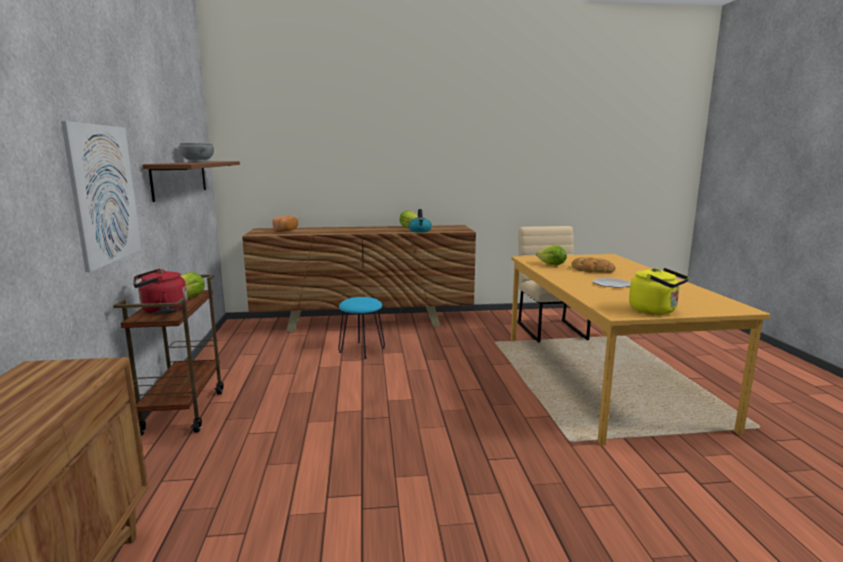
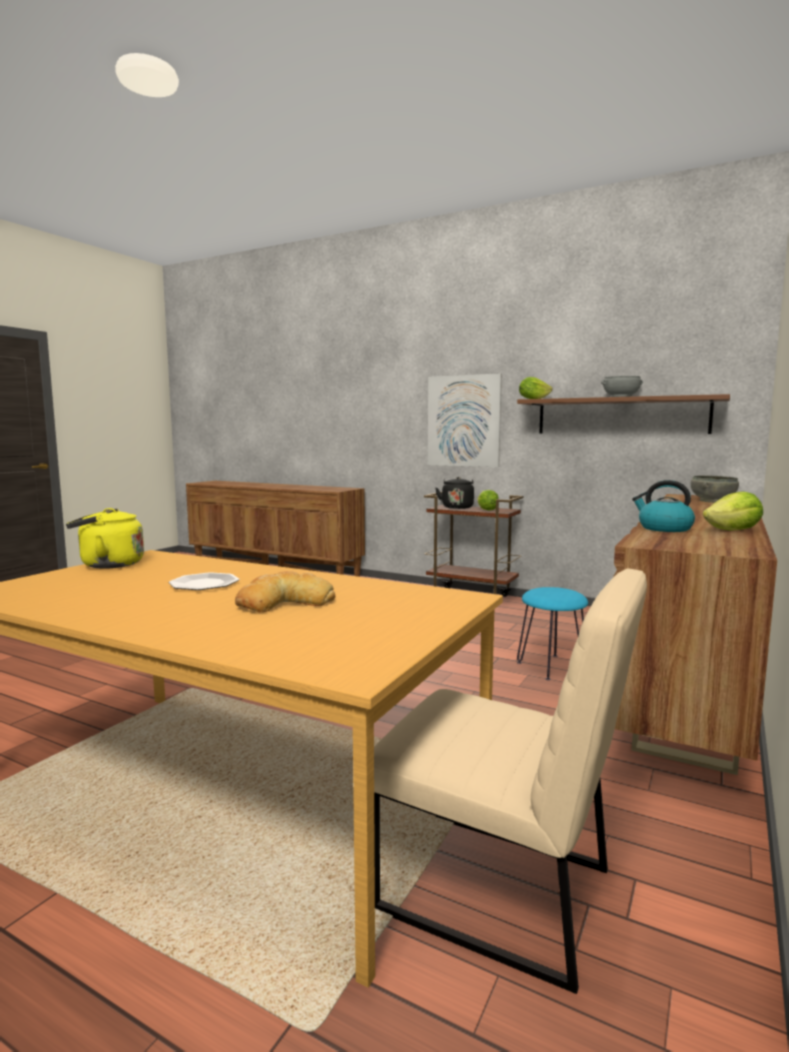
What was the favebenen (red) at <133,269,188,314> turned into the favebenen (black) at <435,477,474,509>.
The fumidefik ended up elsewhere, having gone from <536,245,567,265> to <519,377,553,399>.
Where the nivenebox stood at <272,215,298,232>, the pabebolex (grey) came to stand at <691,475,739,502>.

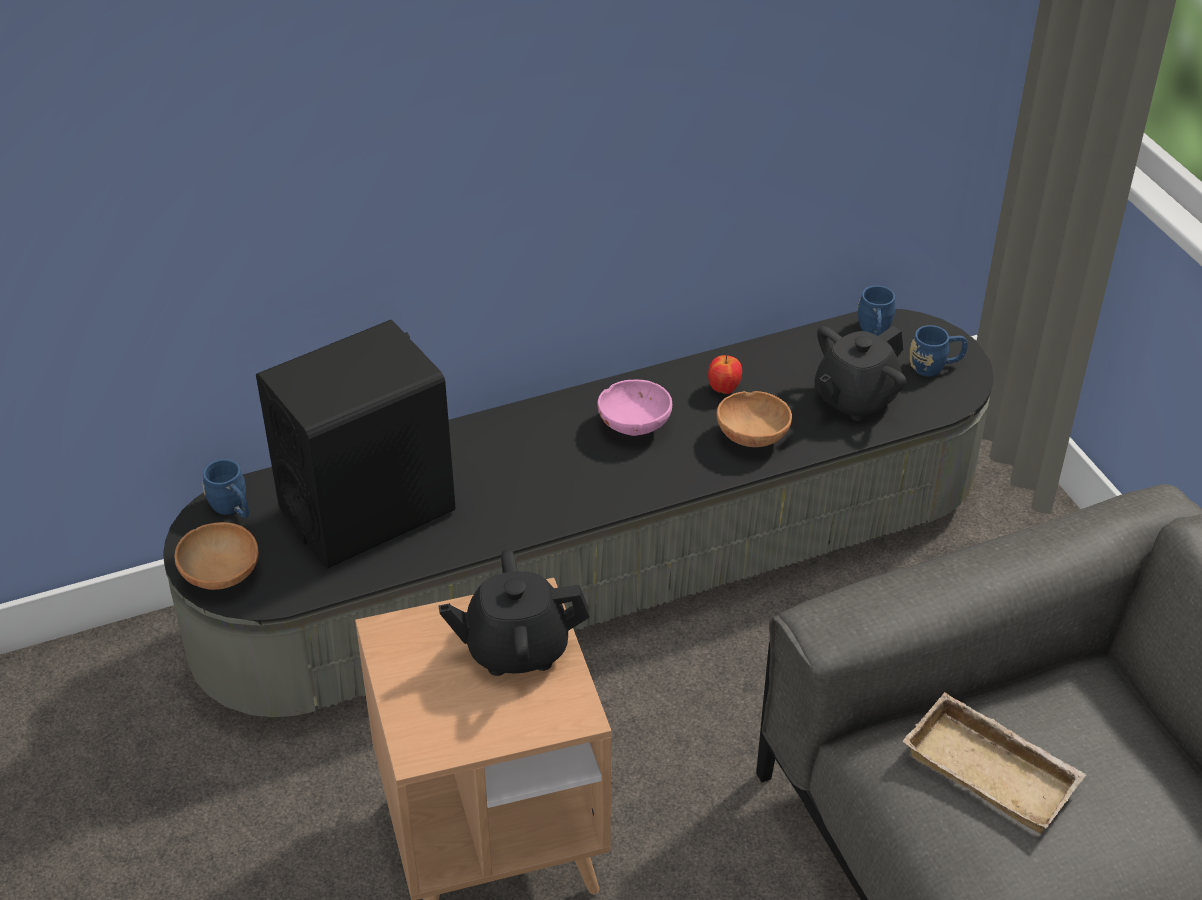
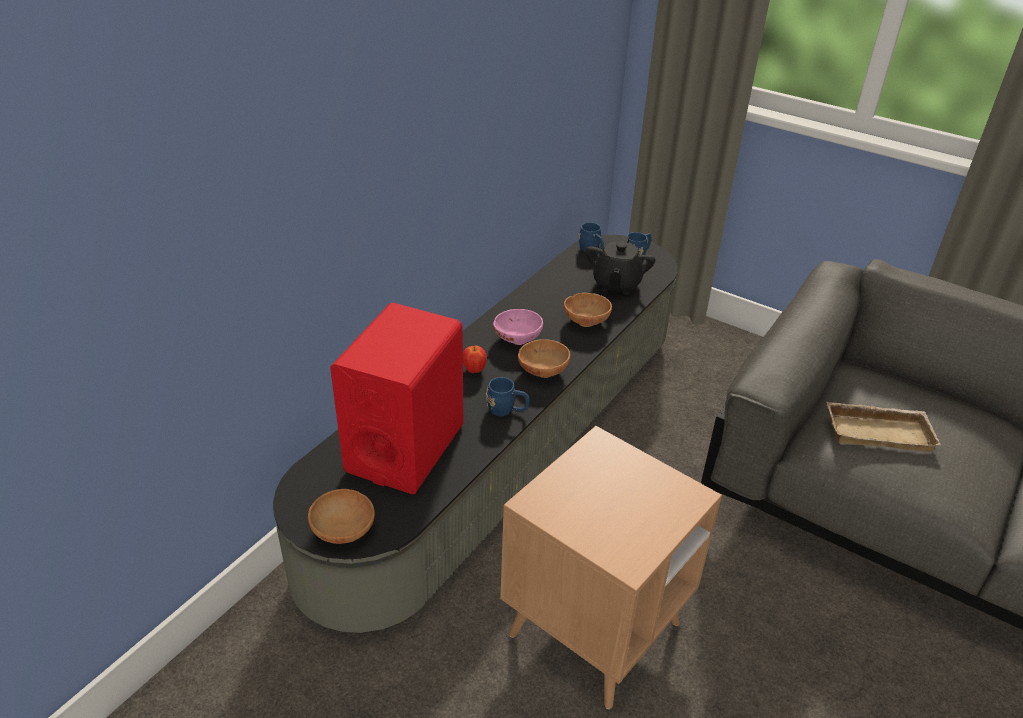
What was the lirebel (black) at <256,320,456,569> turned into the lirebel (red) at <330,302,464,494>.
The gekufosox ended up elsewhere, having gone from <708,355,742,394> to <463,345,487,373>.
The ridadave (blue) ended up elsewhere, having gone from <202,459,249,518> to <486,377,530,416>.
The second view gained the pabebolex (brown) at <518,339,570,378>.
The second view lost the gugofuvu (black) at <438,549,590,676>.

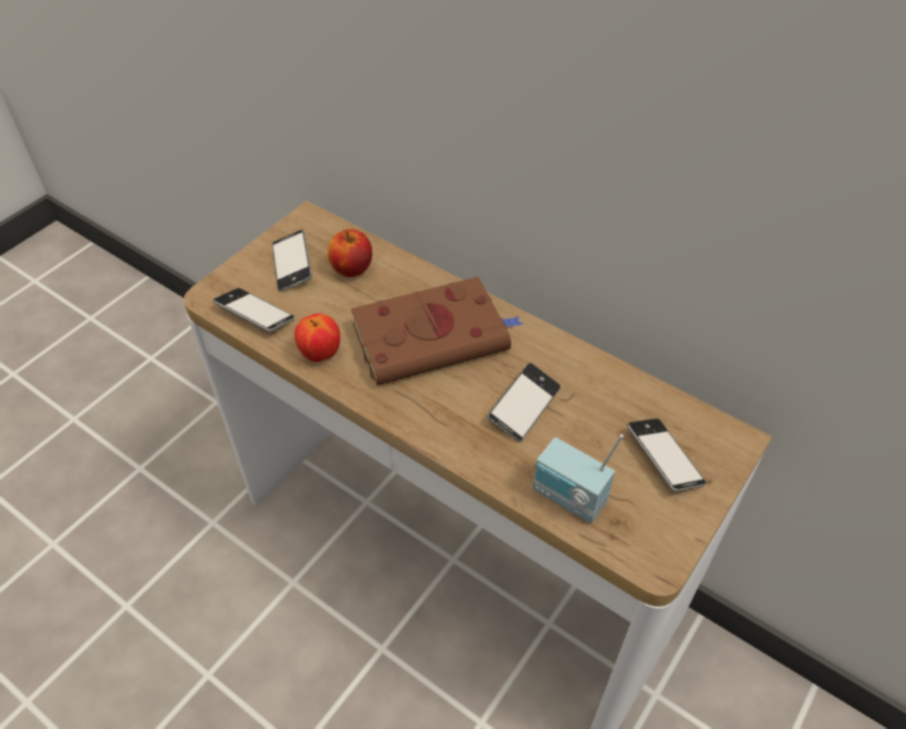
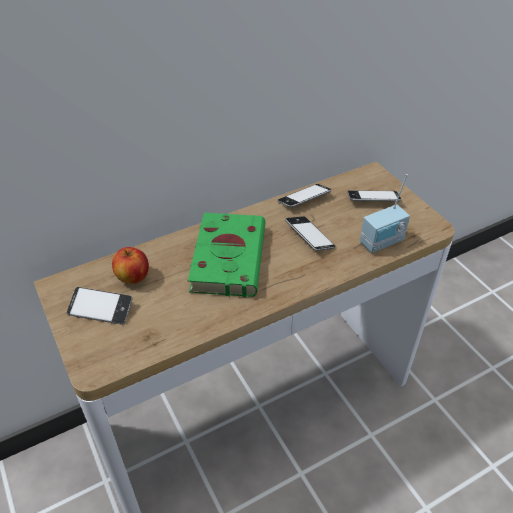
What was the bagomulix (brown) at <351,277,523,386> turned into the bagomulix (green) at <188,213,266,298>.
The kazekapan ended up elsewhere, having gone from <213,288,294,332> to <278,184,331,208>.
The second view lost the gekufosox at <294,313,340,362>.

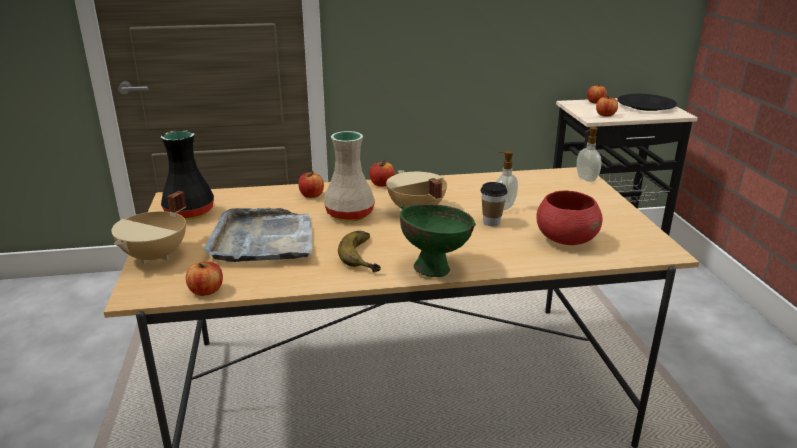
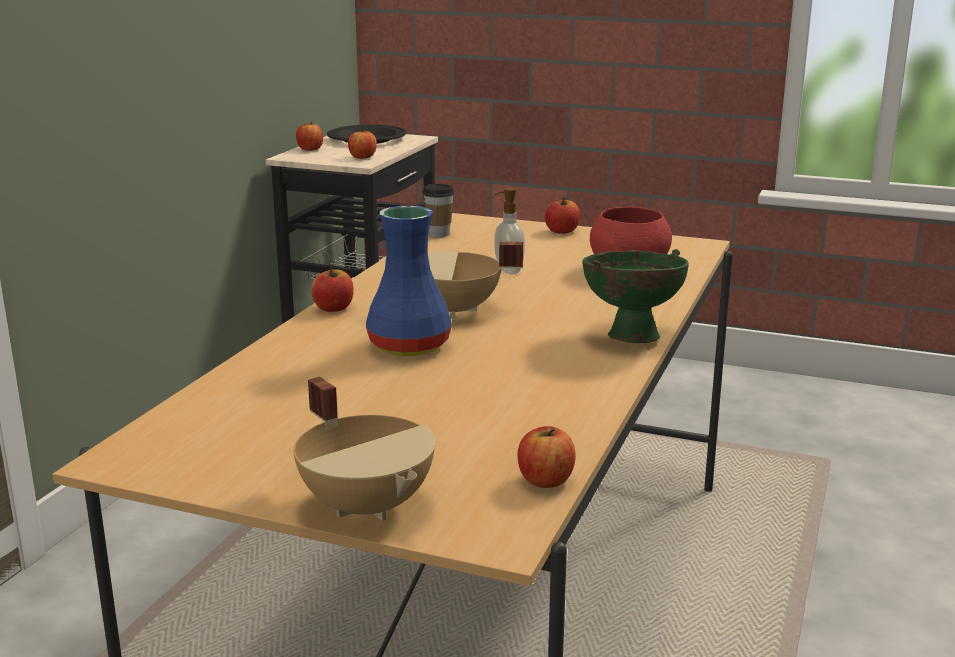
What was the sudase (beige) at <324,131,375,222> turned into the sudase (blue) at <366,206,452,356>.
The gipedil ended up elsewhere, having gone from <480,182,508,226> to <422,184,455,237>.
The gekufosox ended up elsewhere, having gone from <298,171,324,198> to <545,197,580,234>.
The second view lost the sudase (black) at <161,130,214,220>.
The second view lost the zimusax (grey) at <203,208,312,262>.
The second view lost the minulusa at <338,231,381,272>.
The second view lost the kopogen at <577,127,601,182>.

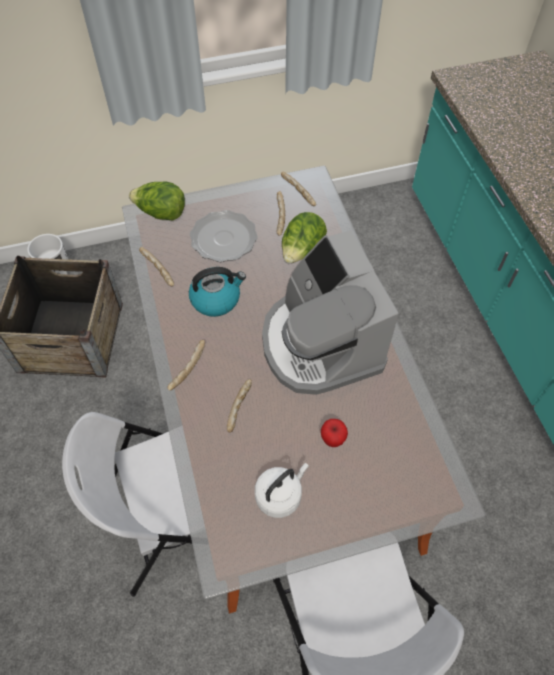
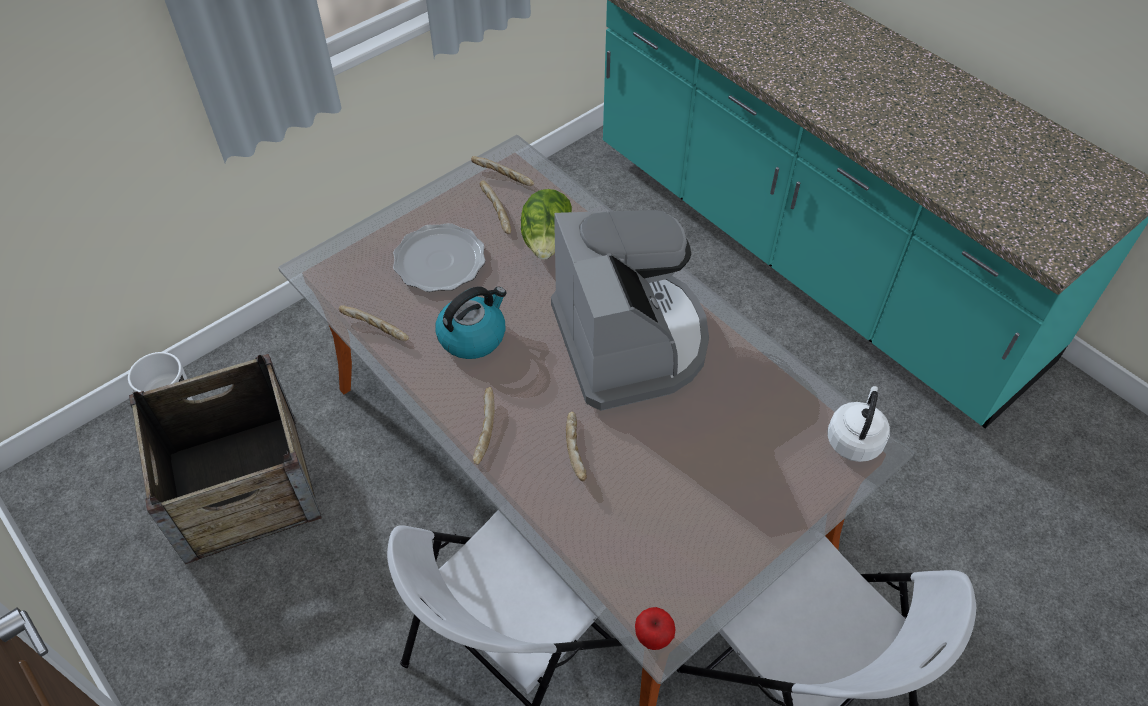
The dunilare at <262,230,399,395> ended up facing another way, 150 degrees counterclockwise from before.
The gekufosox ended up elsewhere, having gone from <321,419,348,447> to <635,607,676,650>.
The favebenen (white) ended up elsewhere, having gone from <255,463,309,518> to <827,386,890,462>.
The second view lost the fumidefik at <129,182,185,221>.

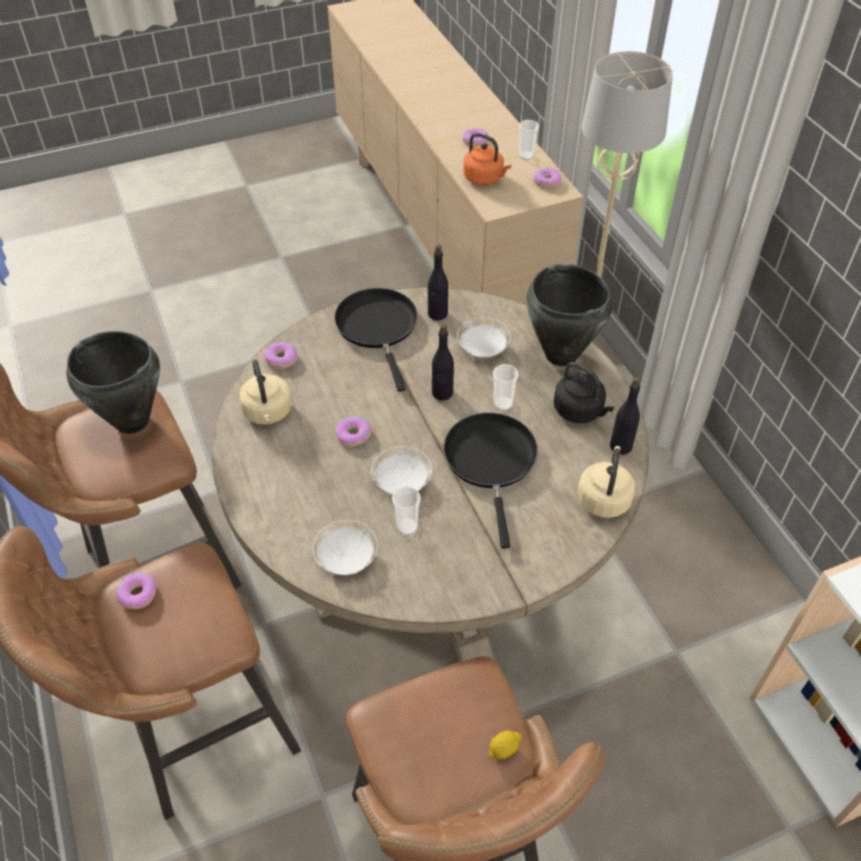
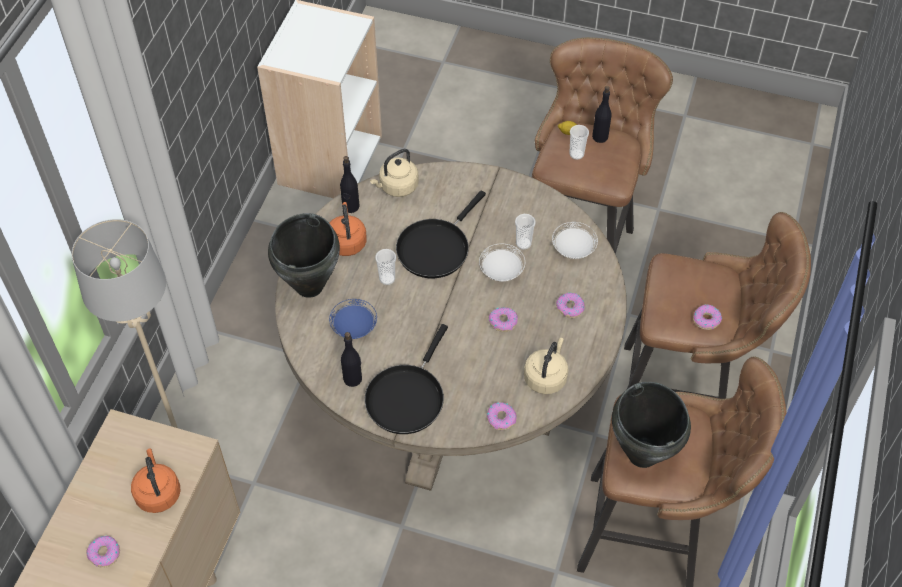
What was the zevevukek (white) at <457,318,511,357> turned into the zevevukek (blue) at <329,299,377,339>.
What was the favebenen (black) at <553,362,614,423> turned into the favebenen (orange) at <330,202,367,256>.
The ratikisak ended up elsewhere, having gone from <533,168,561,188> to <556,293,585,318>.
The gipedil ended up elsewhere, having gone from <519,120,539,160> to <569,125,589,160>.
The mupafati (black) ended up elsewhere, having gone from <432,324,454,401> to <592,86,612,143>.

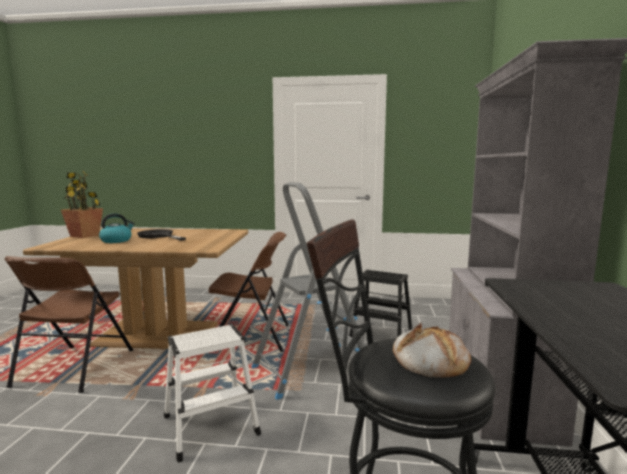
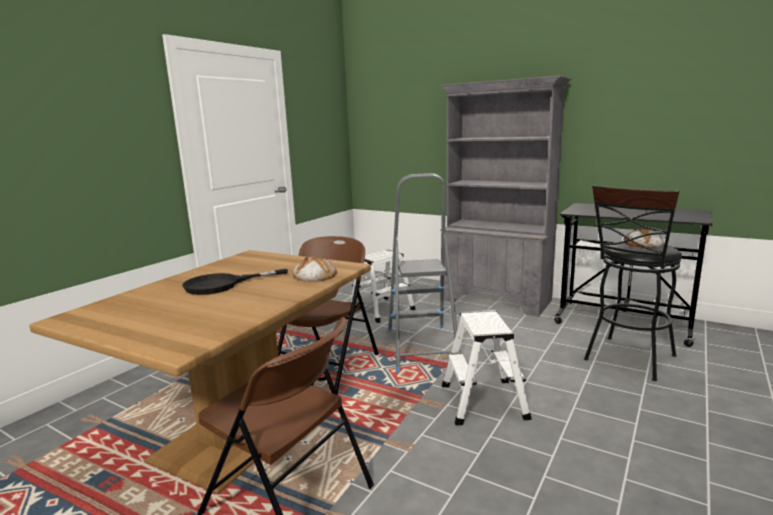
The second view gained the nivenebox at <293,256,337,282>.
What was the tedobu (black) at <349,269,413,338> turned into the tedobu (white) at <351,250,416,323>.
The second view lost the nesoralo at <61,170,103,238>.
The second view lost the favebenen at <99,213,135,243>.

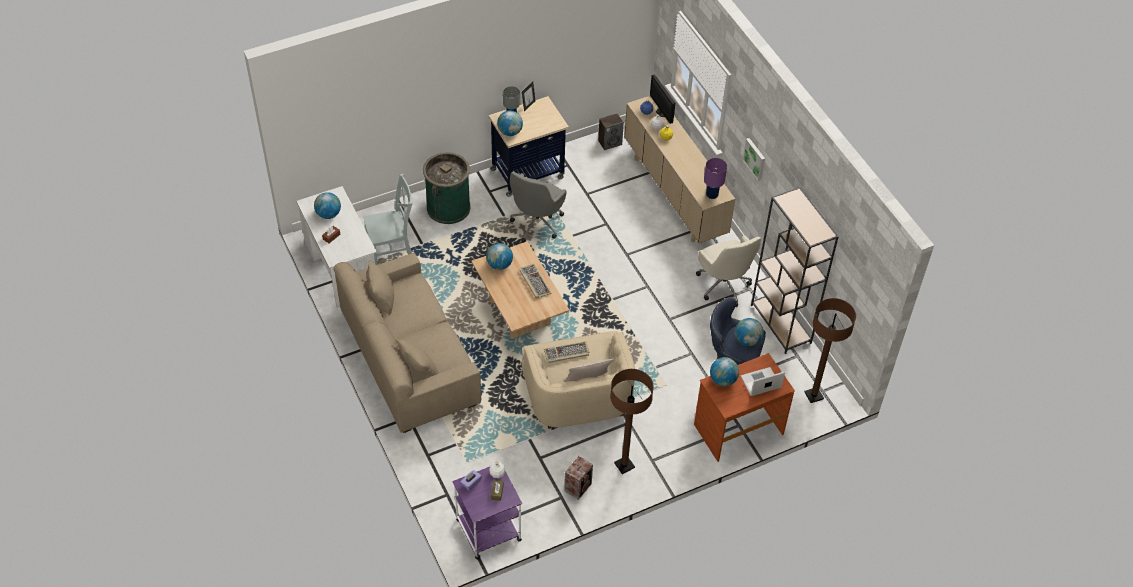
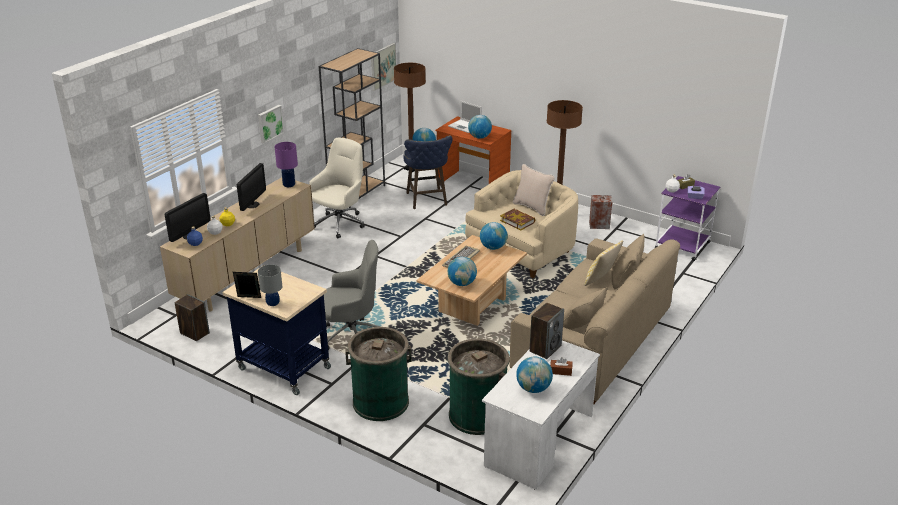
The second view gained the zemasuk at <237,163,266,211>.
The second view gained the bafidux at <371,43,396,91>.
Where the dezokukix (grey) stood at <363,174,413,265>, the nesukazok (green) came to stand at <447,339,510,435>.
The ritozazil ended up elsewhere, having gone from <497,110,523,136> to <480,222,508,250>.
Where the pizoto stood at <544,341,589,363>, the bagomulix came to stand at <500,209,536,230>.
The second view gained the lirebel at <529,303,564,359>.
The second view gained the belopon at <584,240,623,286>.

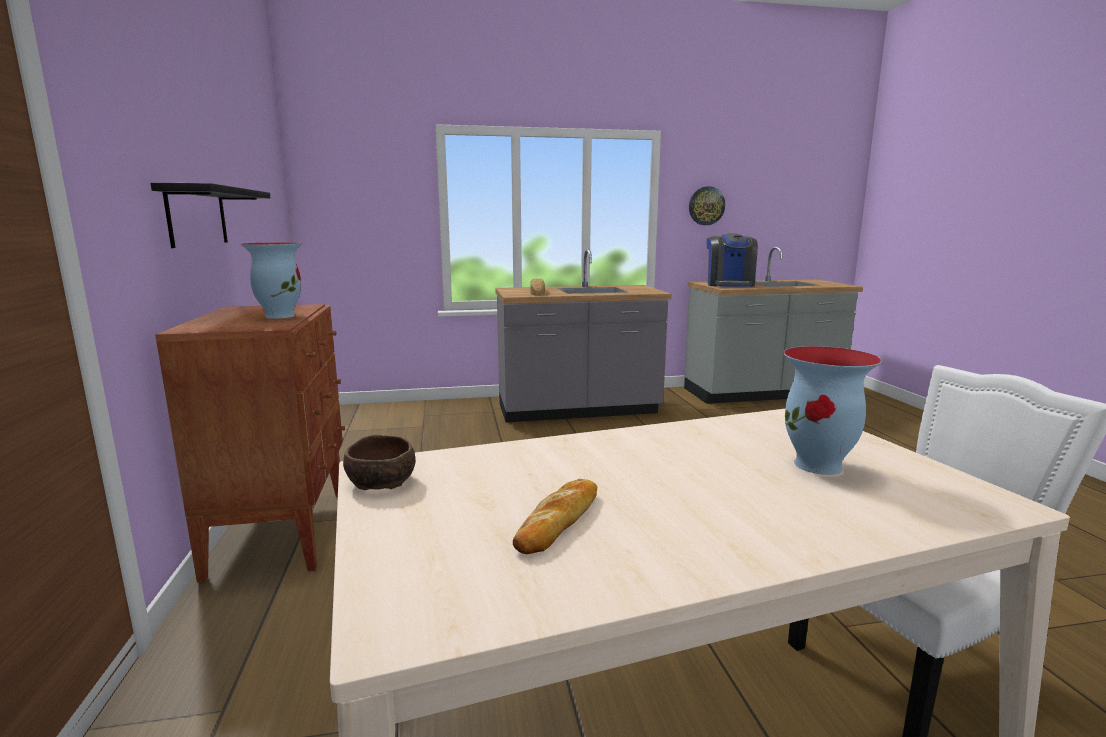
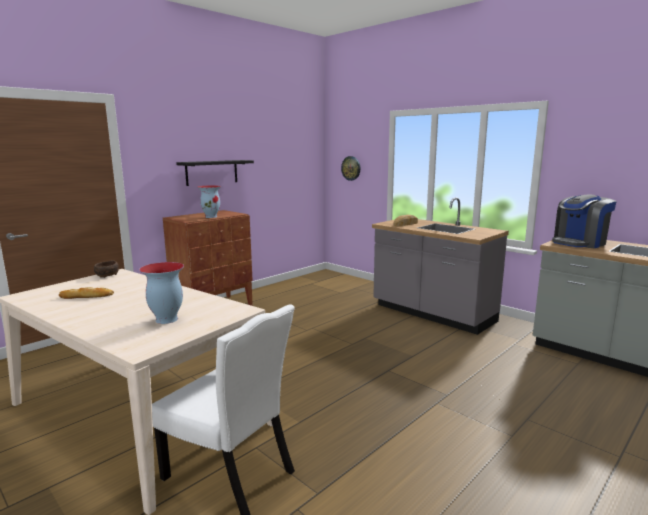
The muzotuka ended up elsewhere, having gone from <689,186,725,225> to <341,156,360,181>.

